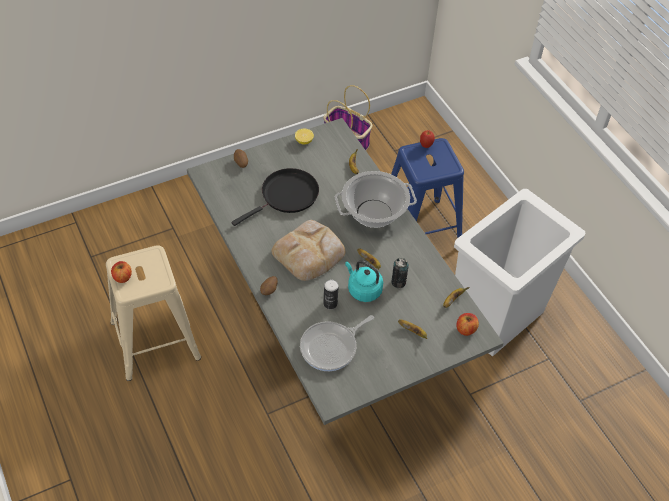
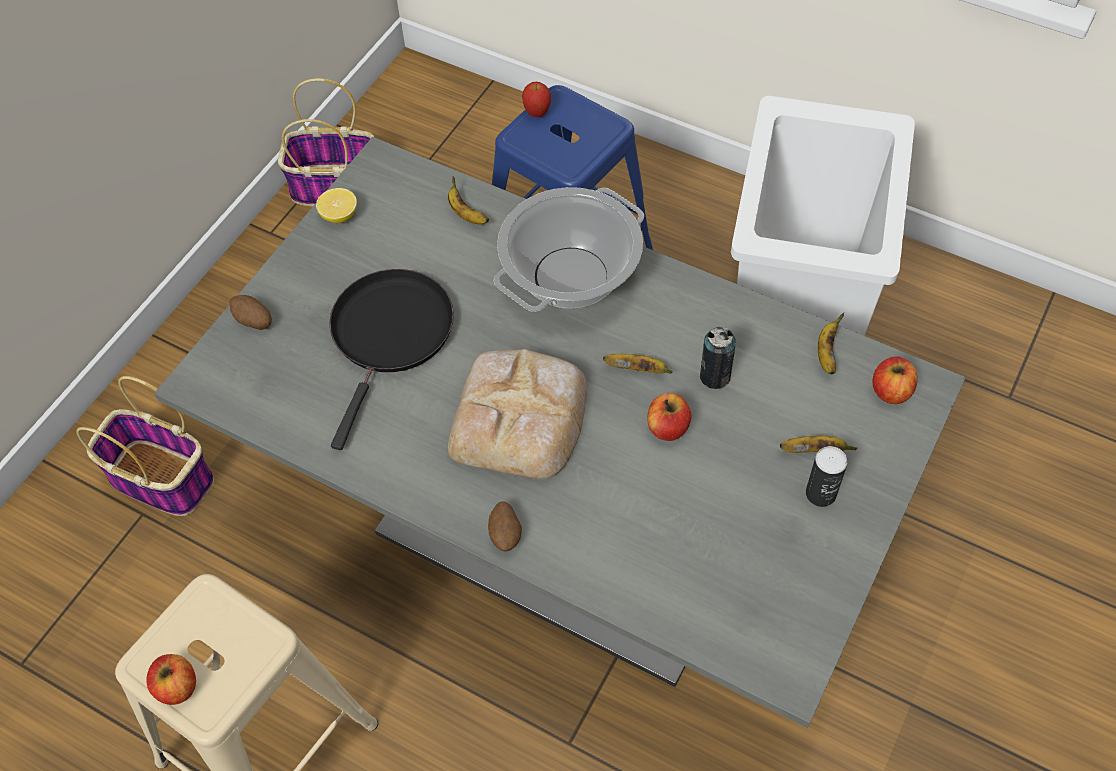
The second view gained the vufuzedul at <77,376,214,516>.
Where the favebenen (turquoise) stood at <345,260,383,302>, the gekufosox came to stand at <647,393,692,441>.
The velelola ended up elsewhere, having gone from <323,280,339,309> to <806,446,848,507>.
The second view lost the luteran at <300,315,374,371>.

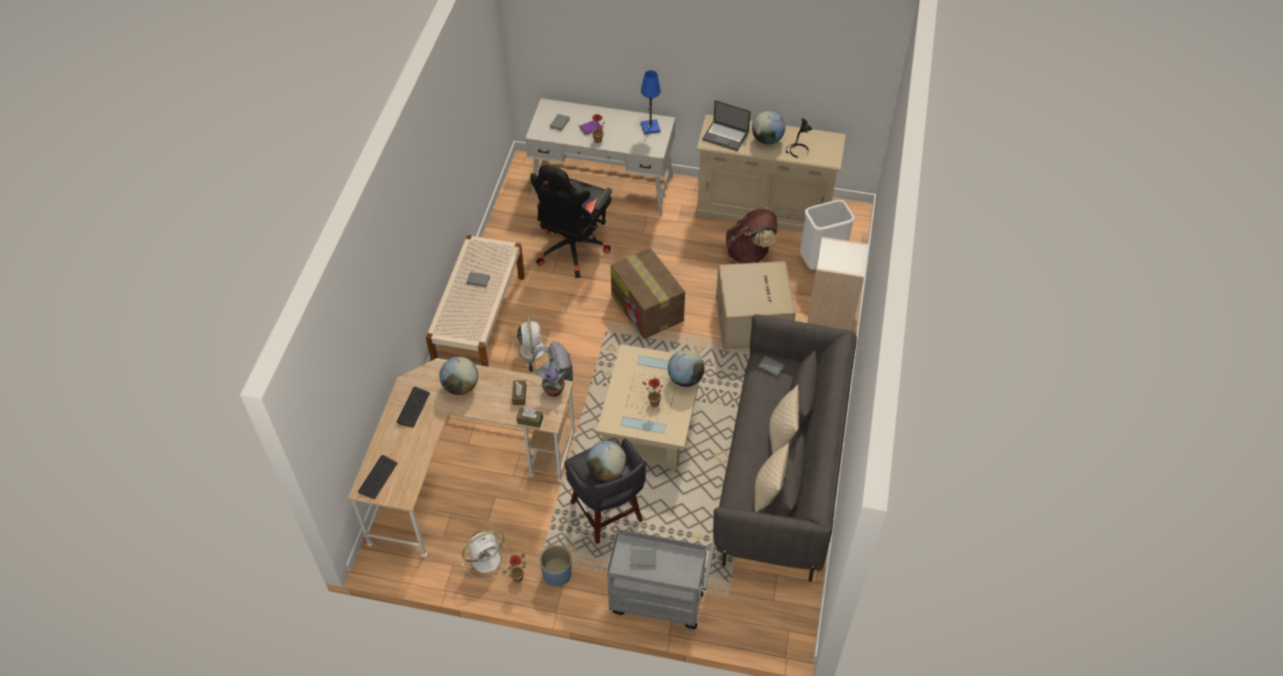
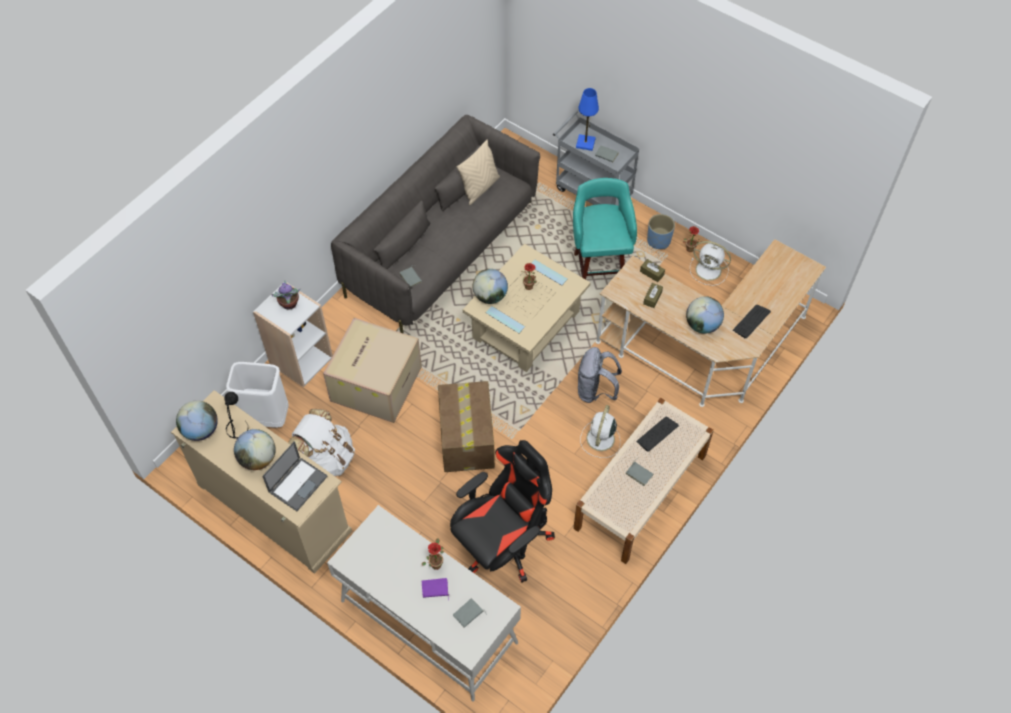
The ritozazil ended up elsewhere, having gone from <586,441,626,481> to <176,400,218,441>.
The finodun at <702,100,751,151> ended up facing another way, 75 degrees clockwise from before.
The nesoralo ended up elsewhere, having gone from <534,356,565,397> to <271,280,301,310>.
What was the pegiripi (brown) at <726,206,777,264> turned into the pegiripi (white) at <288,409,355,476>.
What was the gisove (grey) at <564,438,646,544> turned into the gisove (turquoise) at <573,178,637,279>.
The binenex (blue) ended up elsewhere, having gone from <641,70,661,134> to <576,88,599,151>.
The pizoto ended up elsewhere, having gone from <358,455,397,499> to <636,417,679,452>.
The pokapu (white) at <461,530,509,580> ended up facing another way, 150 degrees counterclockwise from before.
The second view lost the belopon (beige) at <769,385,799,454>.

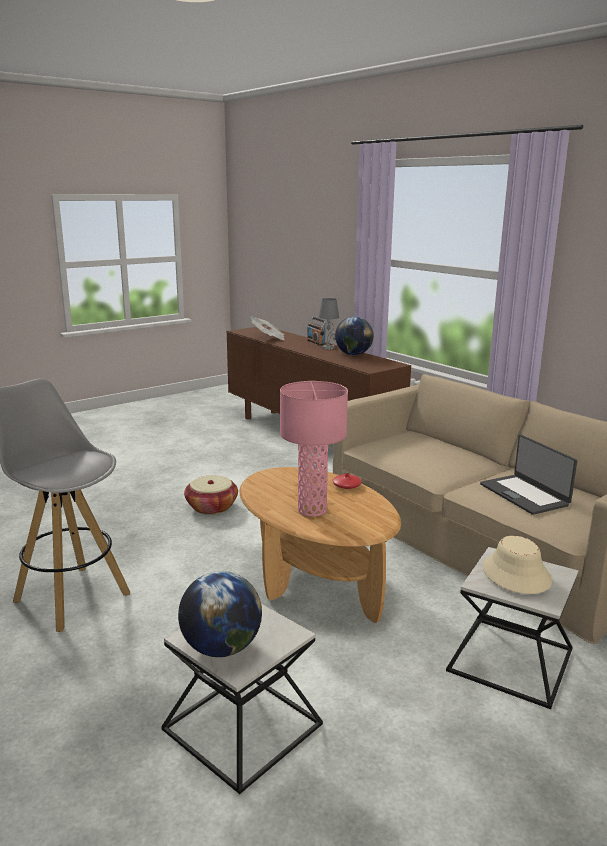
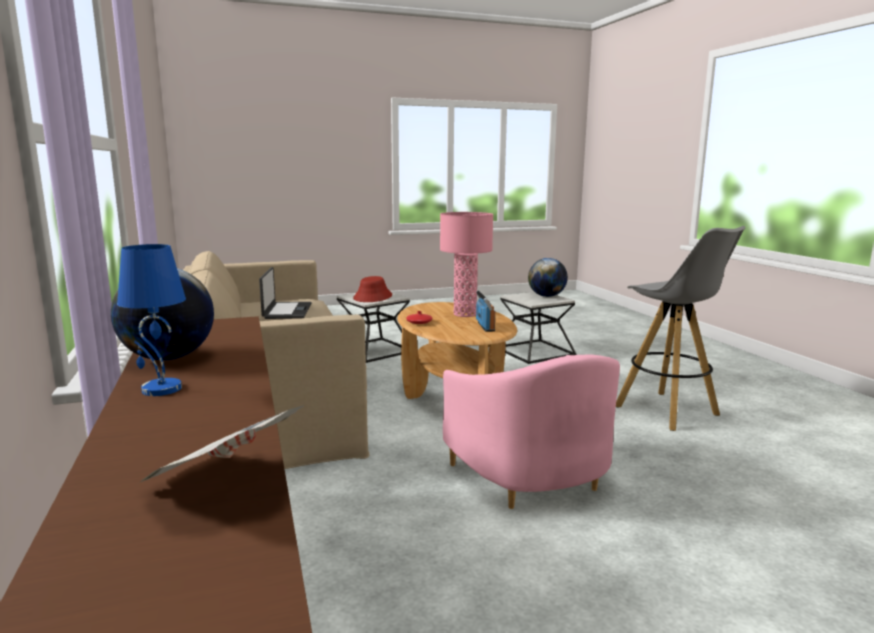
What was the binenex (grey) at <319,298,339,349> turned into the binenex (blue) at <117,244,186,396>.
What was the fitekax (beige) at <483,536,552,594> turned into the fitekax (red) at <353,276,392,302>.
Where the vufuzedul stood at <184,475,238,514>, the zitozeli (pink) came to stand at <443,355,620,509>.
The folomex ended up elsewhere, having gone from <307,317,327,345> to <476,290,495,332>.

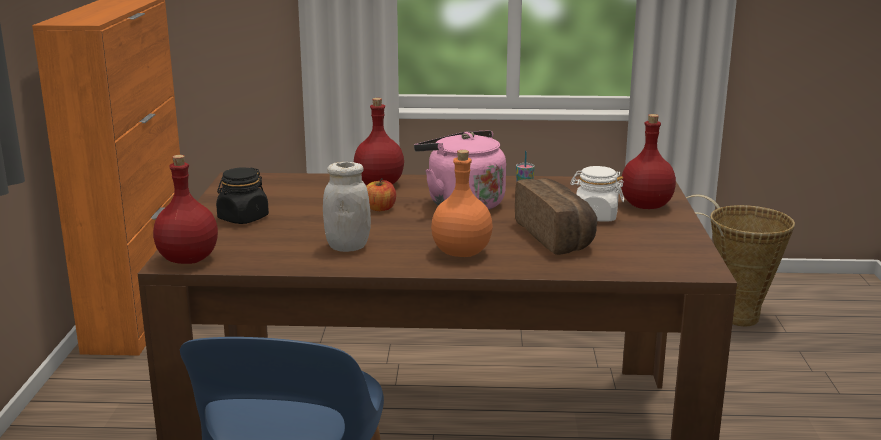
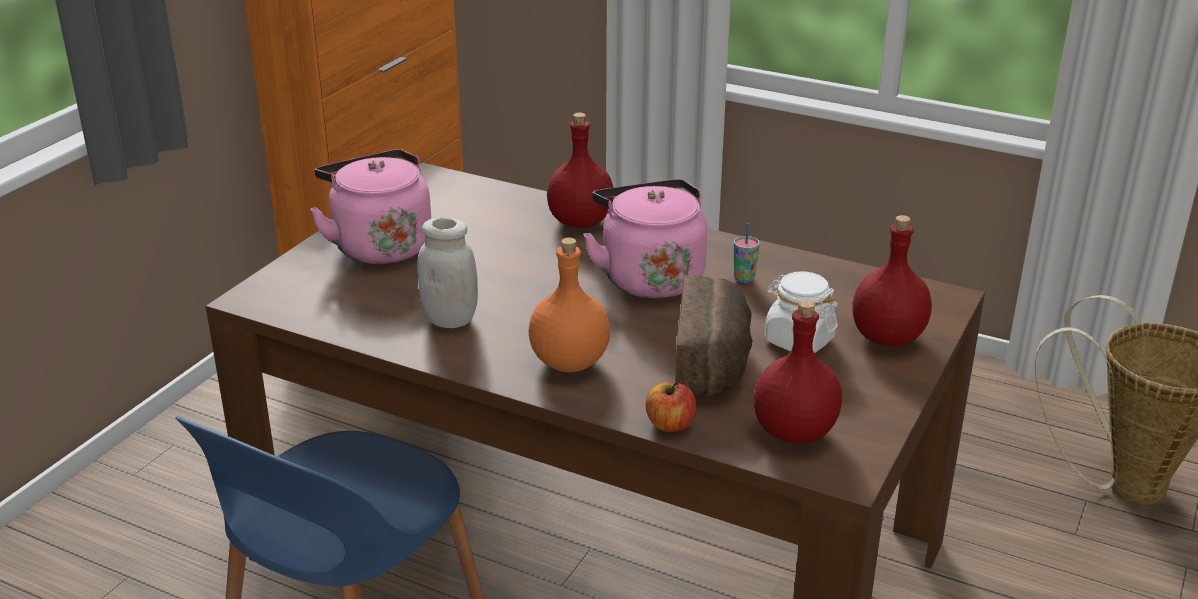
Where the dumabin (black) stood at <216,168,269,224>, the favebenen (pink) came to stand at <310,149,431,264>.
The gekufosox ended up elsewhere, having gone from <366,178,396,211> to <646,382,697,432>.
The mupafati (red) ended up elsewhere, having gone from <153,155,218,264> to <754,300,842,445>.

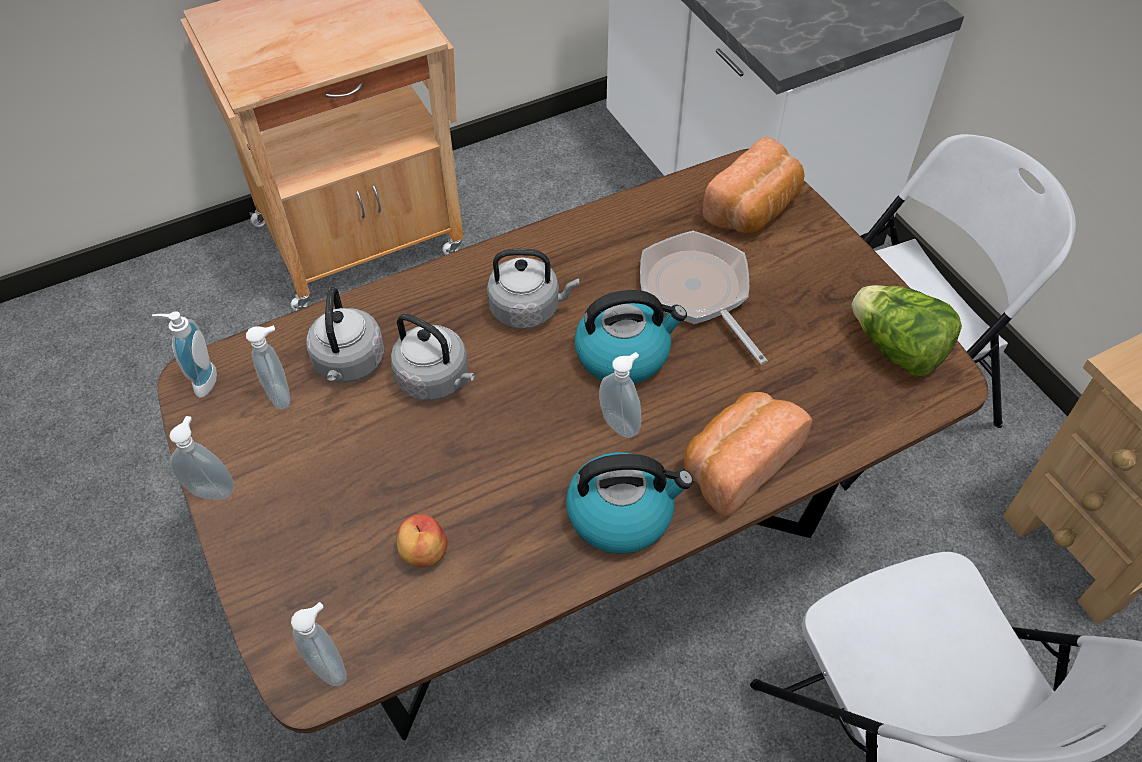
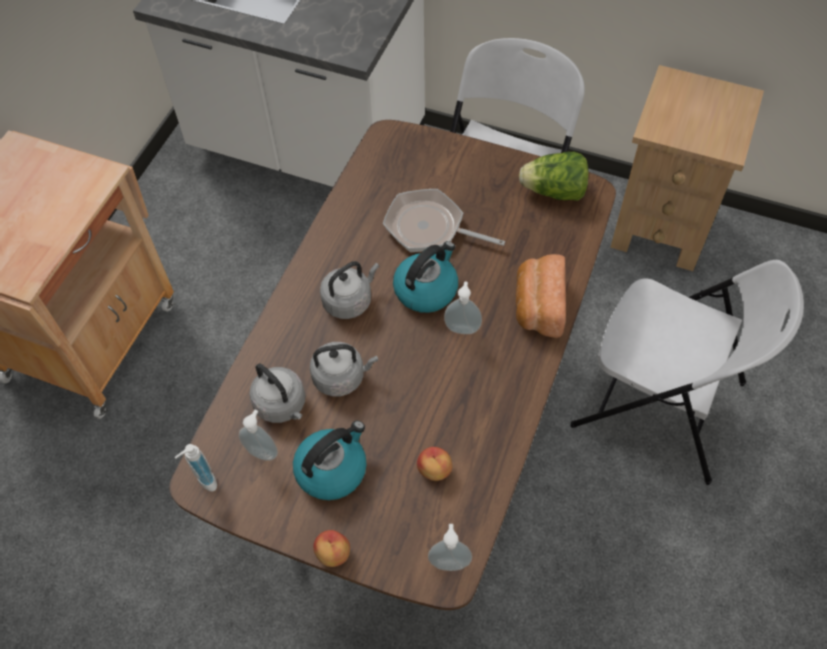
The favebenen ended up elsewhere, having gone from <566,452,693,554> to <293,421,367,500>.
The second view gained the gekufosox at <313,530,350,567>.
The second view lost the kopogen at <169,416,234,500>.
The second view lost the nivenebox at <703,137,804,233>.

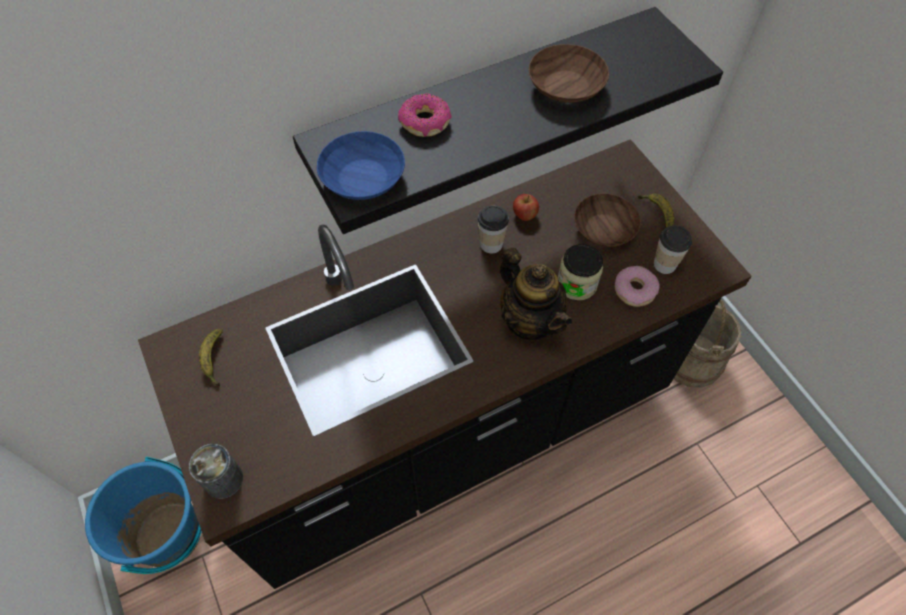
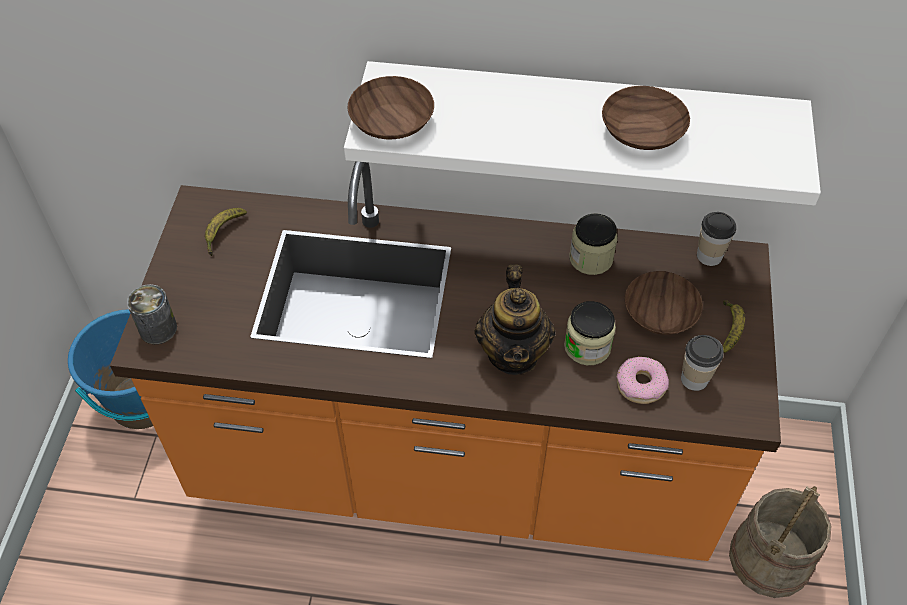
What was the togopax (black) at <138,139,752,589> turned into the togopax (orange) at <110,161,781,561>.
What was the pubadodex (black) at <293,7,723,234> turned into the pubadodex (white) at <344,61,821,206>.
What was the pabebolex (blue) at <317,131,405,200> turned into the pabebolex (brown) at <348,76,434,139>.
Where the gekufosox stood at <513,194,539,221>, the dumabin came to stand at <569,214,618,275>.
The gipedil ended up elsewhere, having gone from <478,206,509,253> to <697,212,736,266>.
The second view lost the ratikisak at <398,93,452,137>.

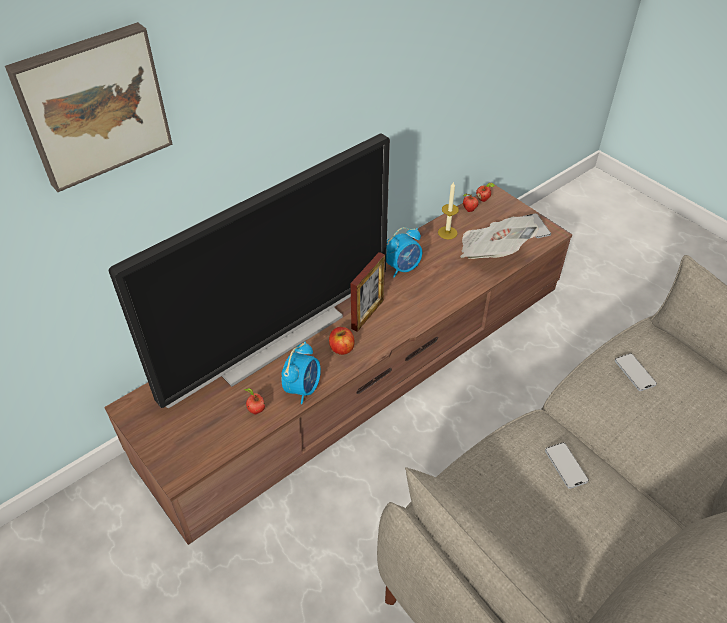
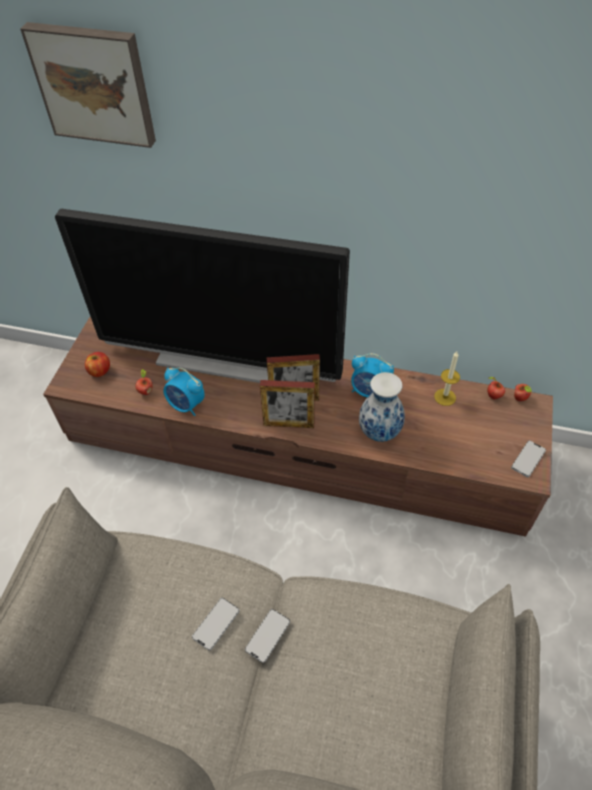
The gekufosox ended up elsewhere, having gone from <329,327,355,355> to <85,352,110,377>.
The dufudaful at <281,341,321,404> ended up facing another way, 45 degrees clockwise from before.
The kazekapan ended up elsewhere, having gone from <615,353,657,391> to <245,609,290,663>.
The second view gained the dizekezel at <260,380,315,428>.
The second view gained the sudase at <359,372,405,442>.
The second view lost the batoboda at <461,216,539,259>.

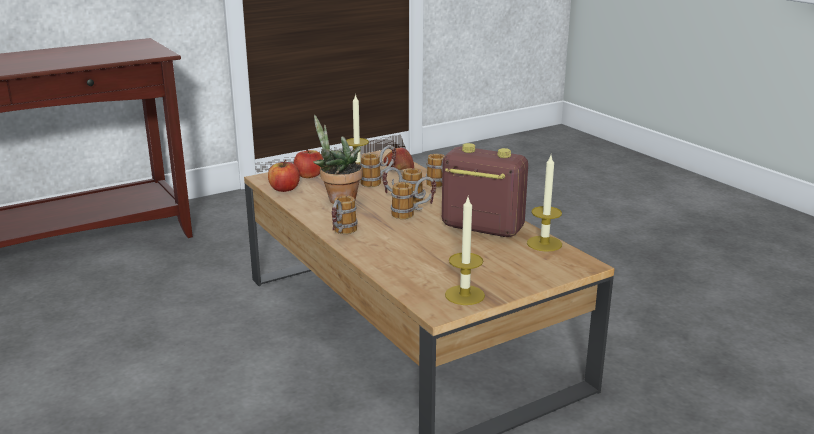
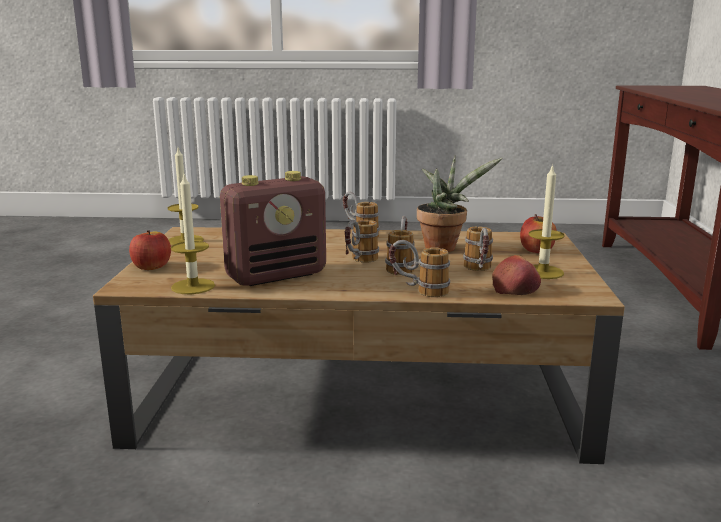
The gekufosox ended up elsewhere, having gone from <268,160,300,192> to <129,230,171,270>.

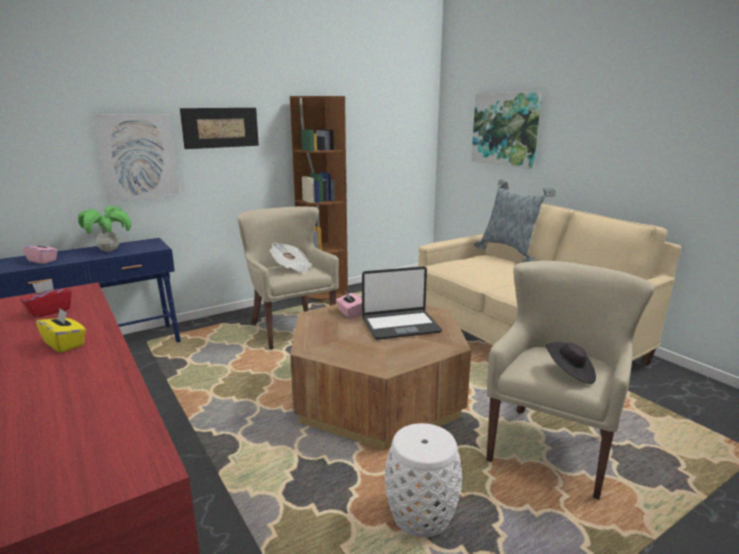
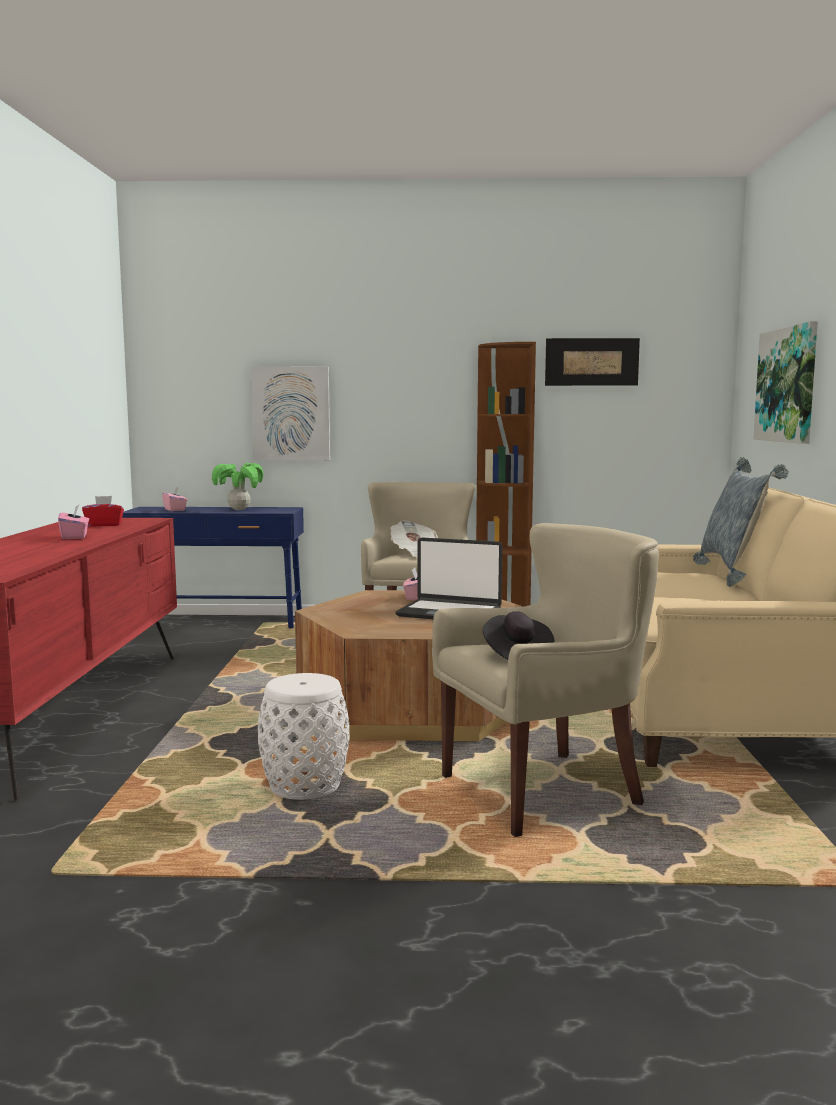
What was the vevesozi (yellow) at <36,308,86,353> turned into the vevesozi (pink) at <58,505,89,539>.
The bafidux ended up elsewhere, having gone from <180,108,259,149> to <545,338,640,386>.

